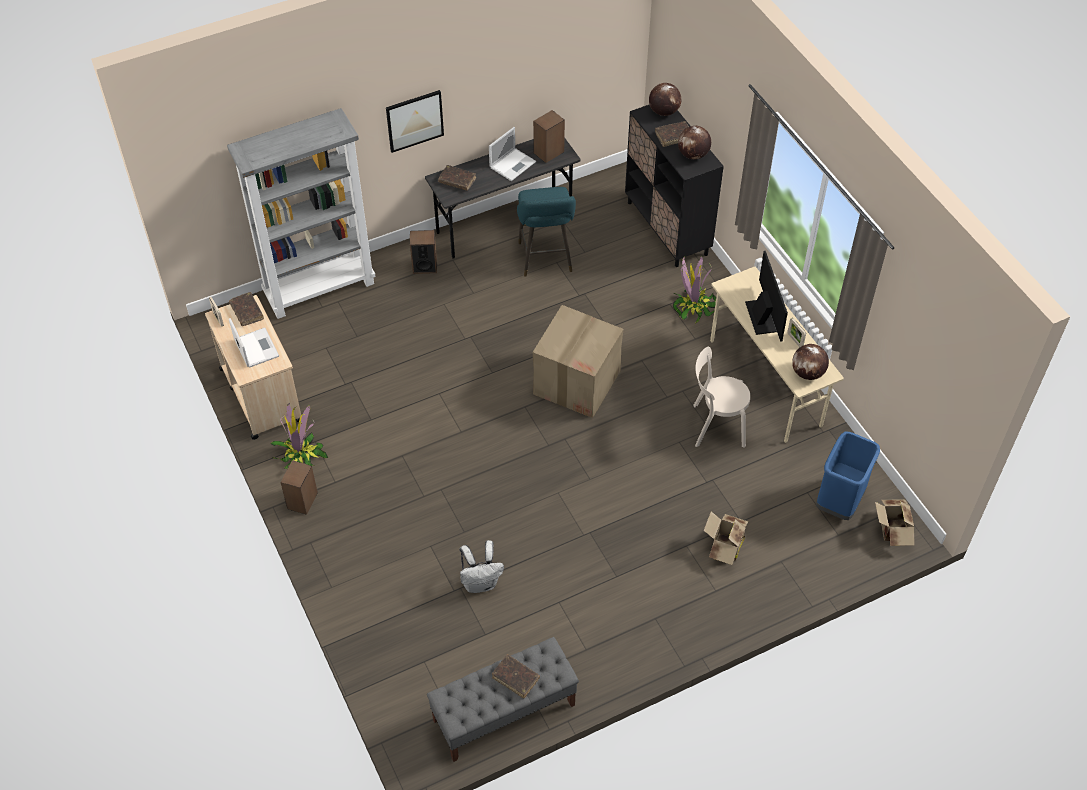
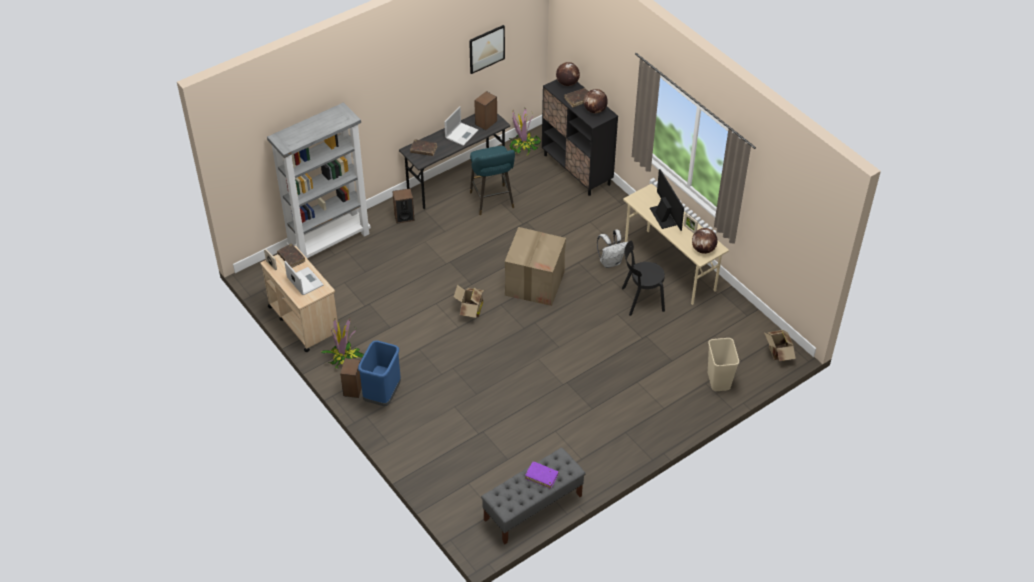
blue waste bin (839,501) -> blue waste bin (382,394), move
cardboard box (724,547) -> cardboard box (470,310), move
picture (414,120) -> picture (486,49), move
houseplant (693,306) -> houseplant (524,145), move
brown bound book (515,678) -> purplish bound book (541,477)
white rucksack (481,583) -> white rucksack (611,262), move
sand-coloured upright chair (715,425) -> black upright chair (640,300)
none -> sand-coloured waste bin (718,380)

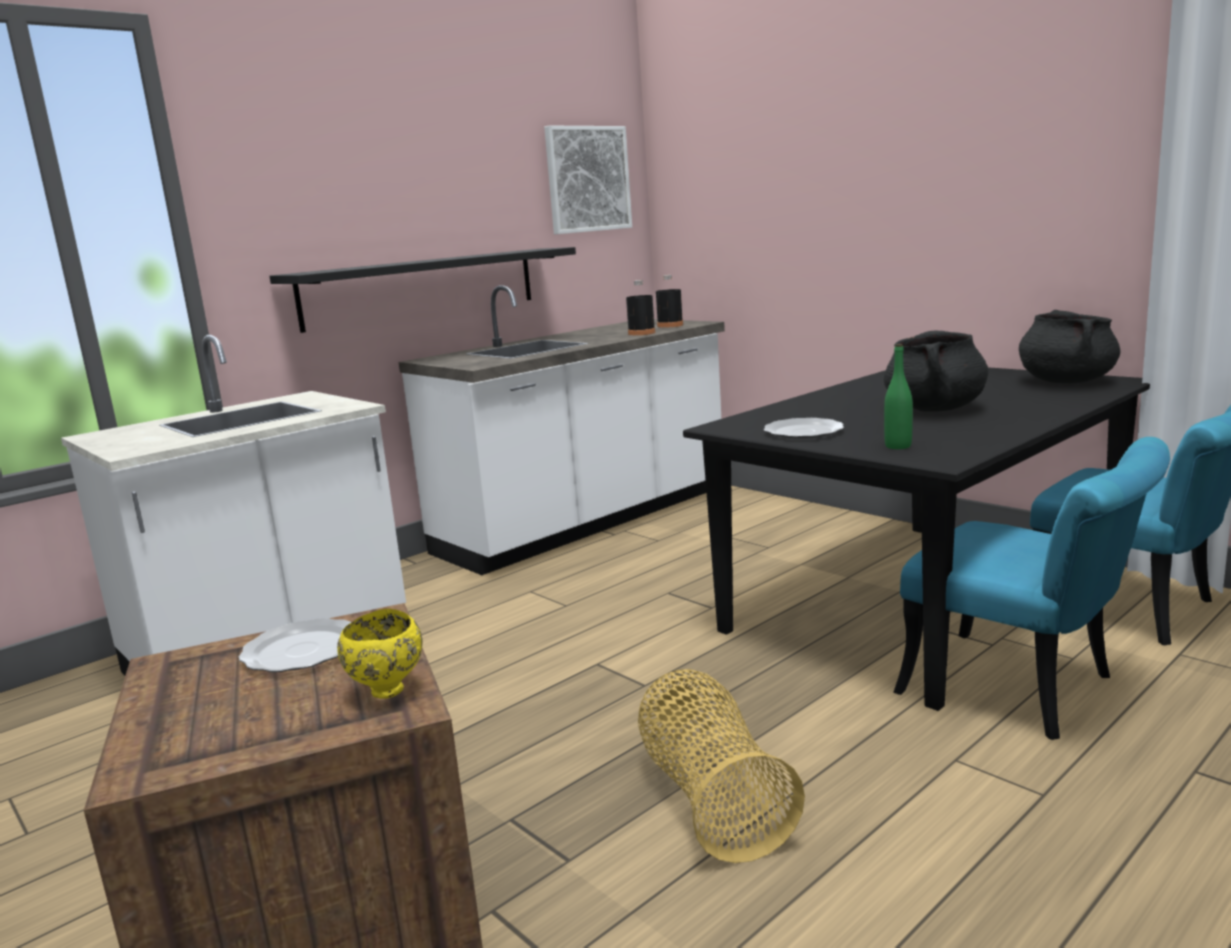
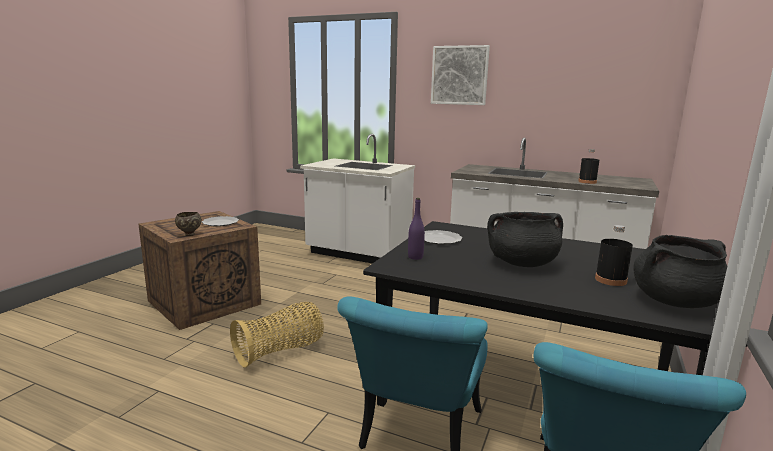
yellow-coloured deep dish (387,692) -> brown deep dish (189,234)
greenish bottle (898,446) -> purplish bottle (415,257)
picture (587,179) -> picture (459,75), move
black bottle (670,325) -> black bottle (610,280), move
black wall shelf (422,287) -> none

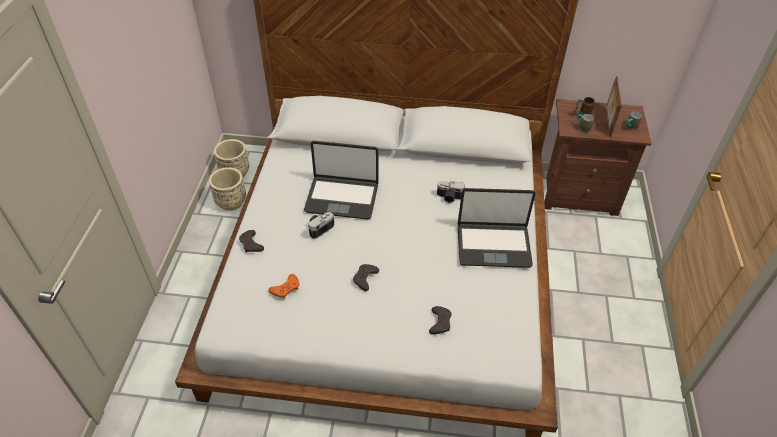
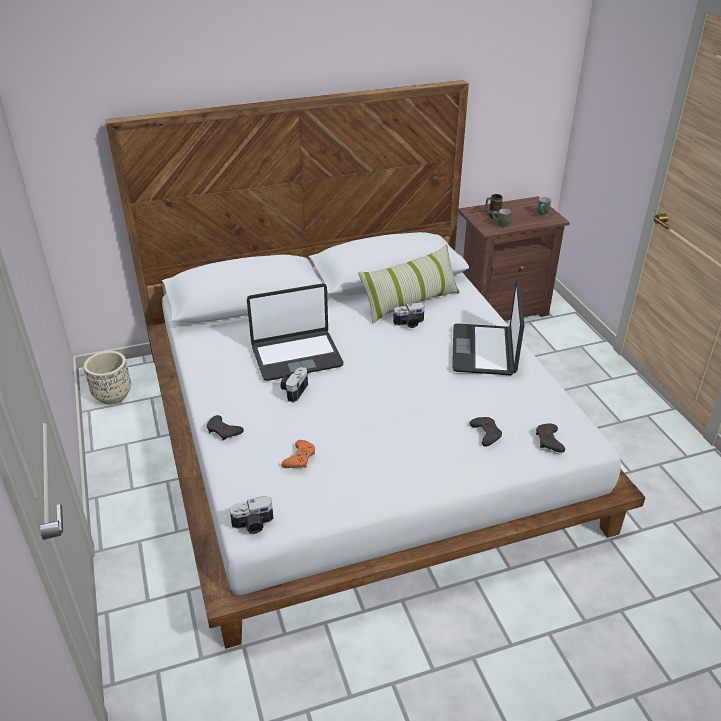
none -> photo camera (253,525)
none -> throw pillow (410,302)
notebook computer (493,245) -> notebook computer (485,351), 120 degrees clockwise
gray gamepad (365,278) -> gray gamepad (549,441), move
sand-coloured planter (231,202) -> none
picture frame (607,122) -> none

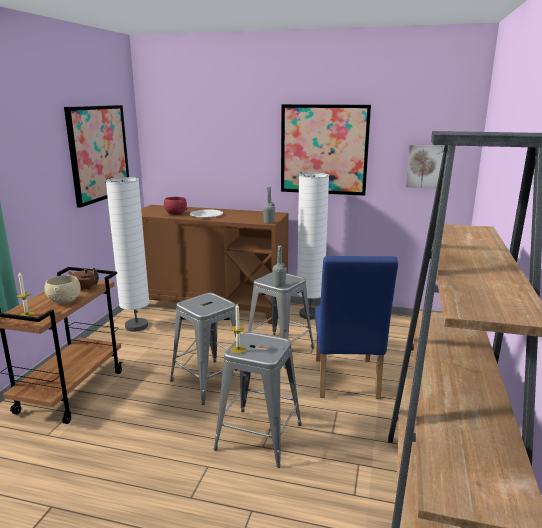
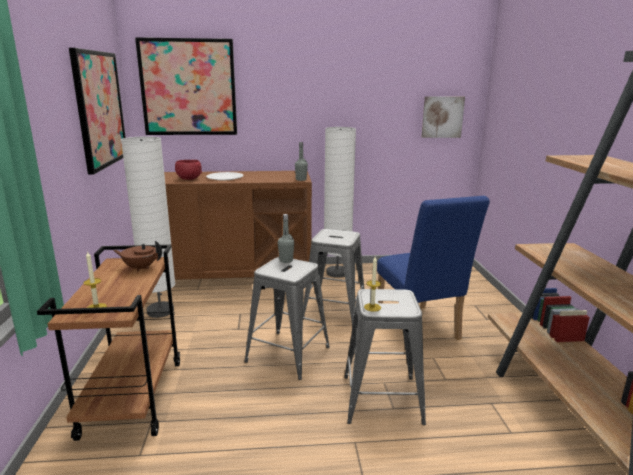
picture (324,149) -> picture (188,87), move
gray bottle (279,284) -> gray bottle (286,260), move
sand-coloured deep dish (65,301) -> none

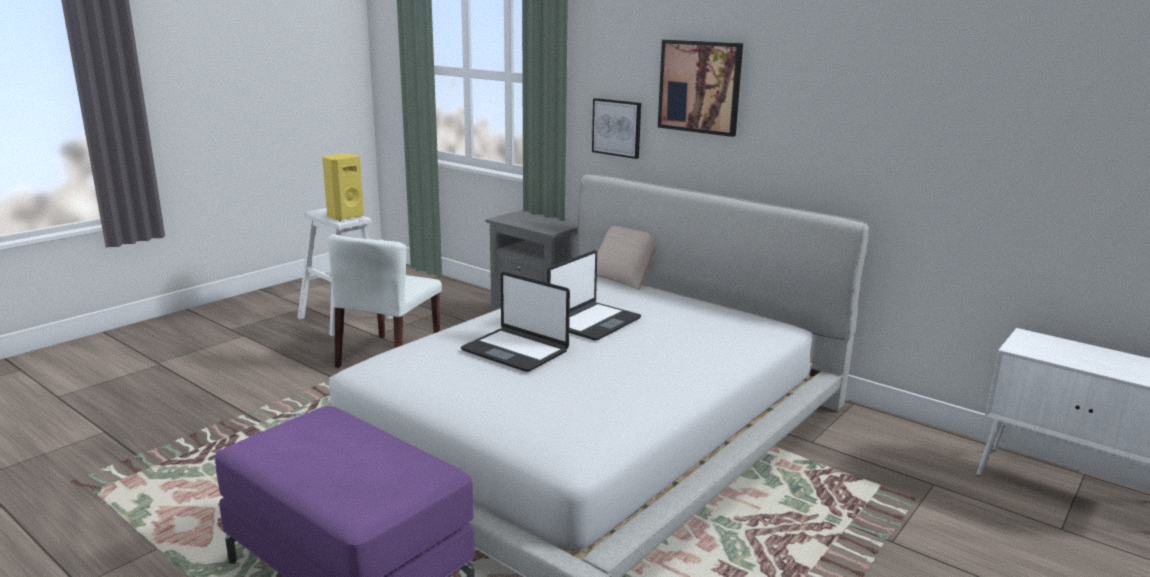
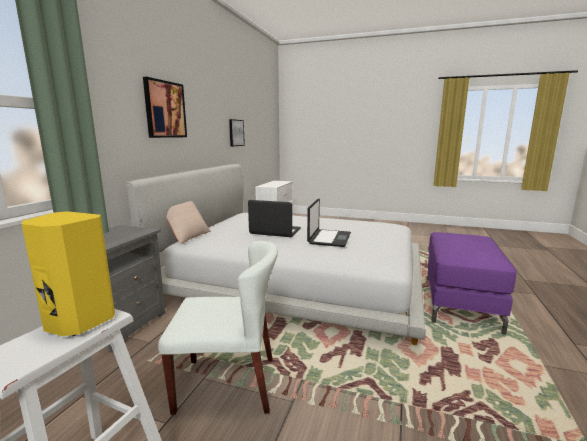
picture (617,127) -> picture (236,133), move

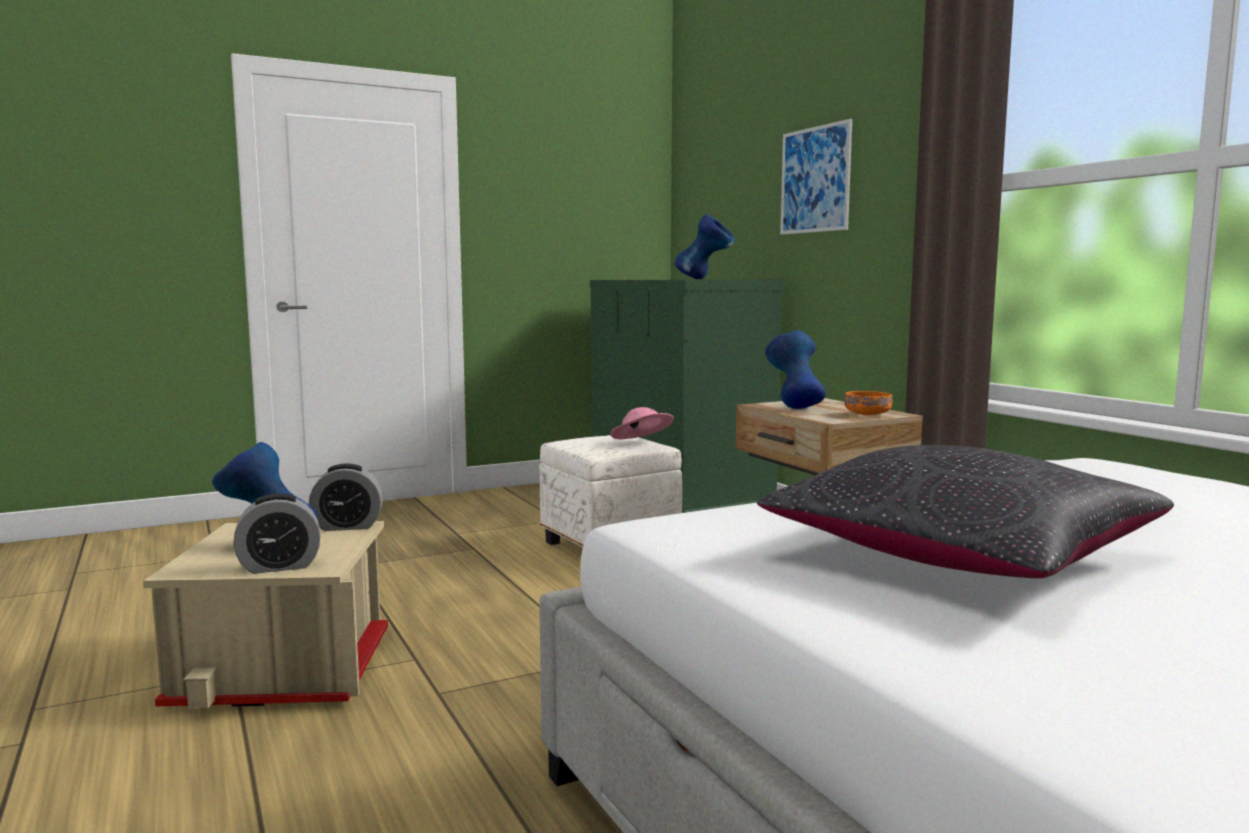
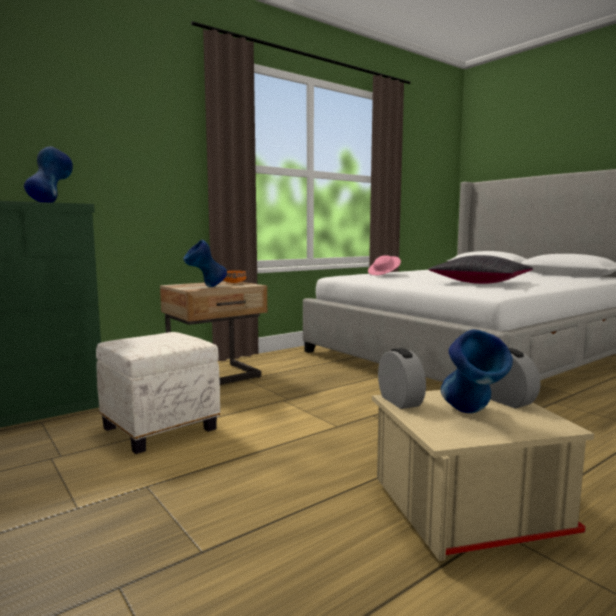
pink-coloured clothing hat (641,443) -> pink-coloured clothing hat (384,274), move
picture (815,180) -> none

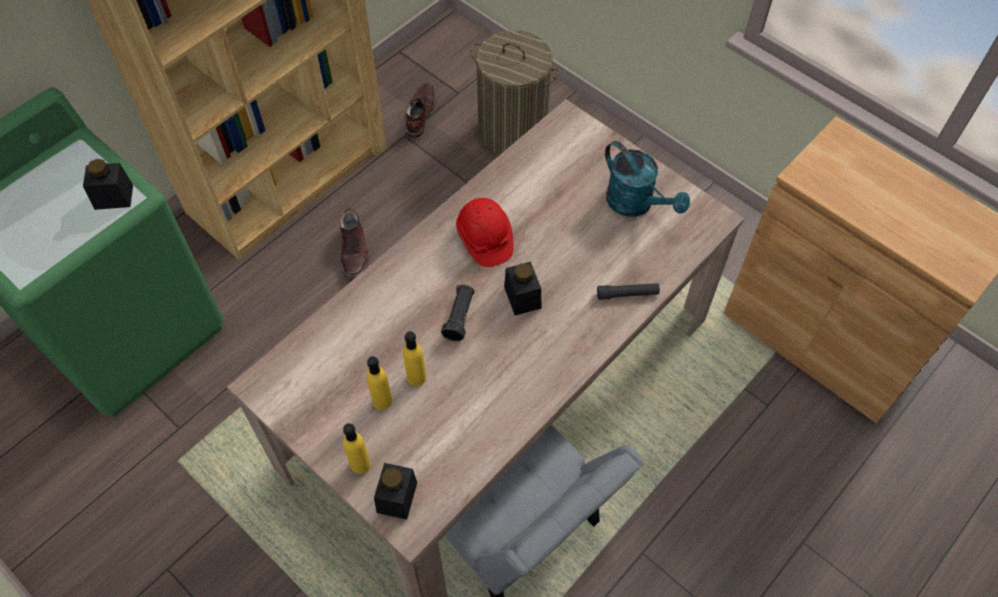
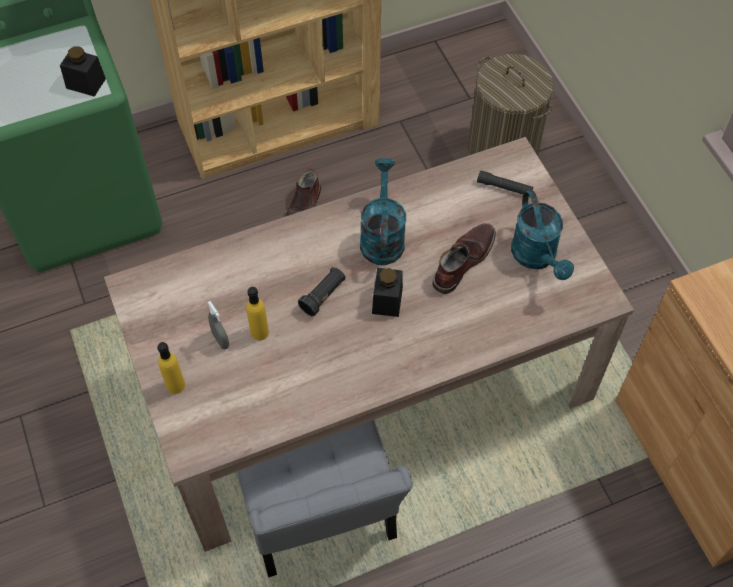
yellow-coloured bottle (382,400) -> gray spray bottle (220,340)
red hard hat (484,239) -> turquoise watering can (382,236)
brown tall boot (420,113) -> brown tall boot (462,261), move
black torch (627,294) -> black torch (504,187), move
black storage jar (397,497) -> none

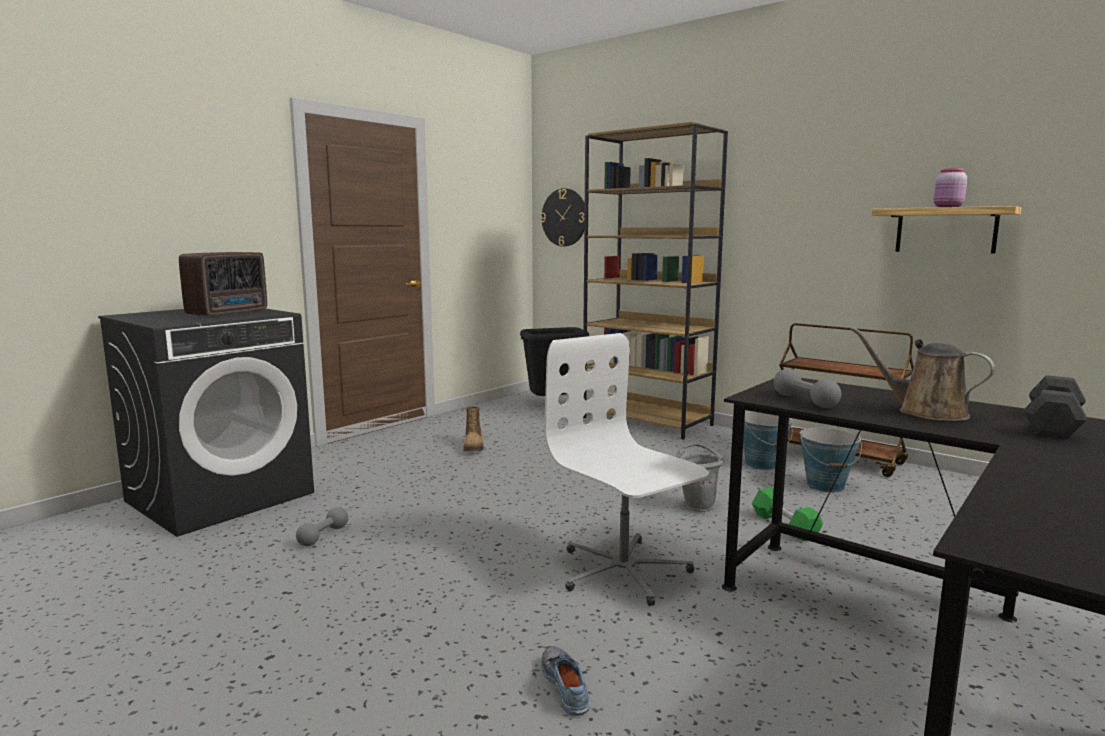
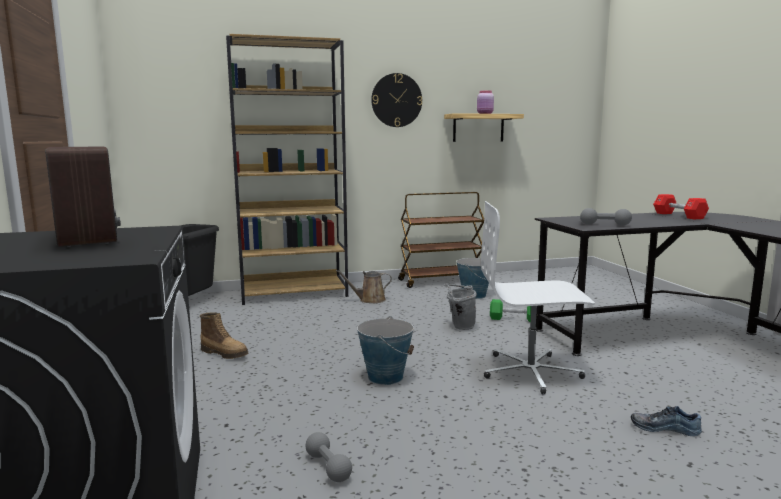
brown watering can (925,412) -> brown watering can (369,300), move
bucket (762,464) -> bucket (385,377), move
hanging clock (564,217) -> hanging clock (396,100), move
black hand weight (1052,425) -> red hand weight (679,216)

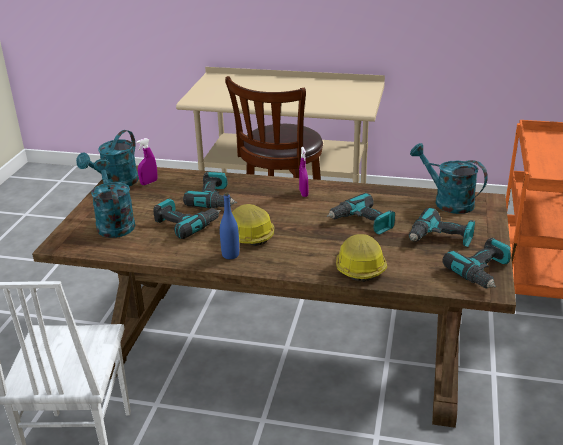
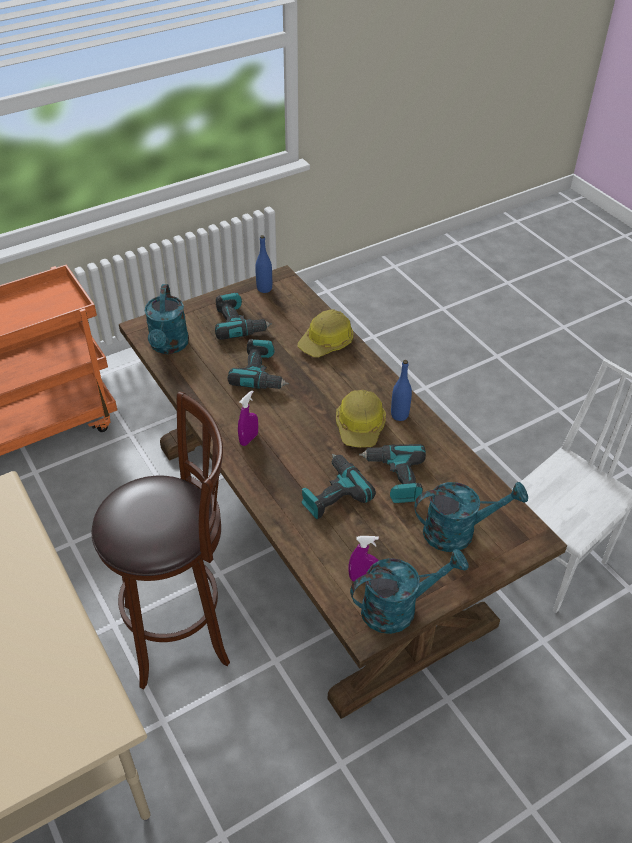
drill (483,272) -> blue bottle (264,288)
turquoise watering can (114,223) -> turquoise watering can (458,531), 120 degrees counterclockwise

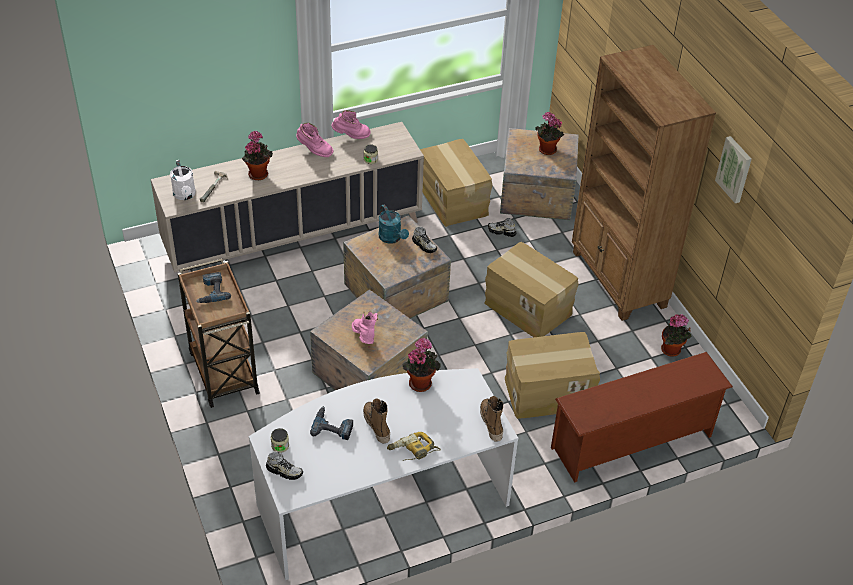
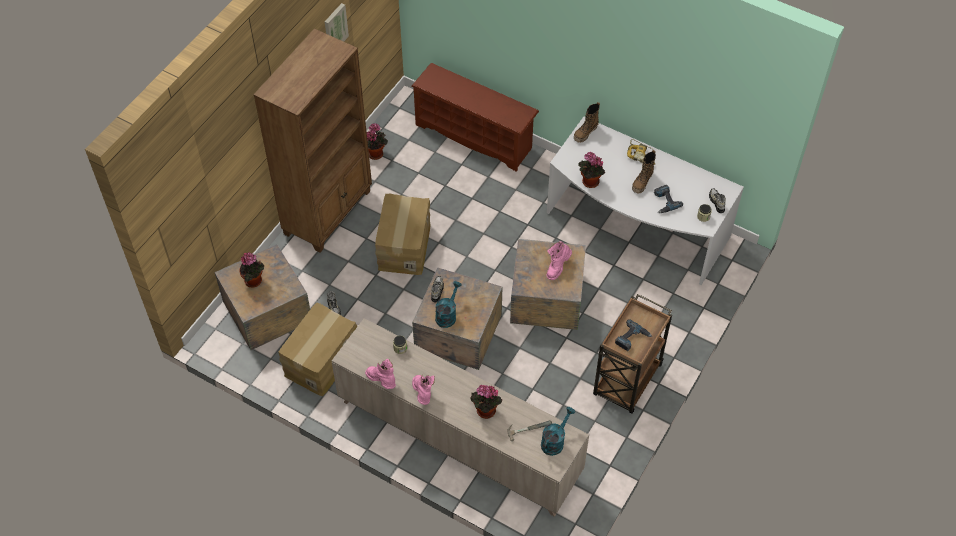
white watering can (185,195) -> turquoise watering can (555,441)
cardboard box (548,392) -> none

